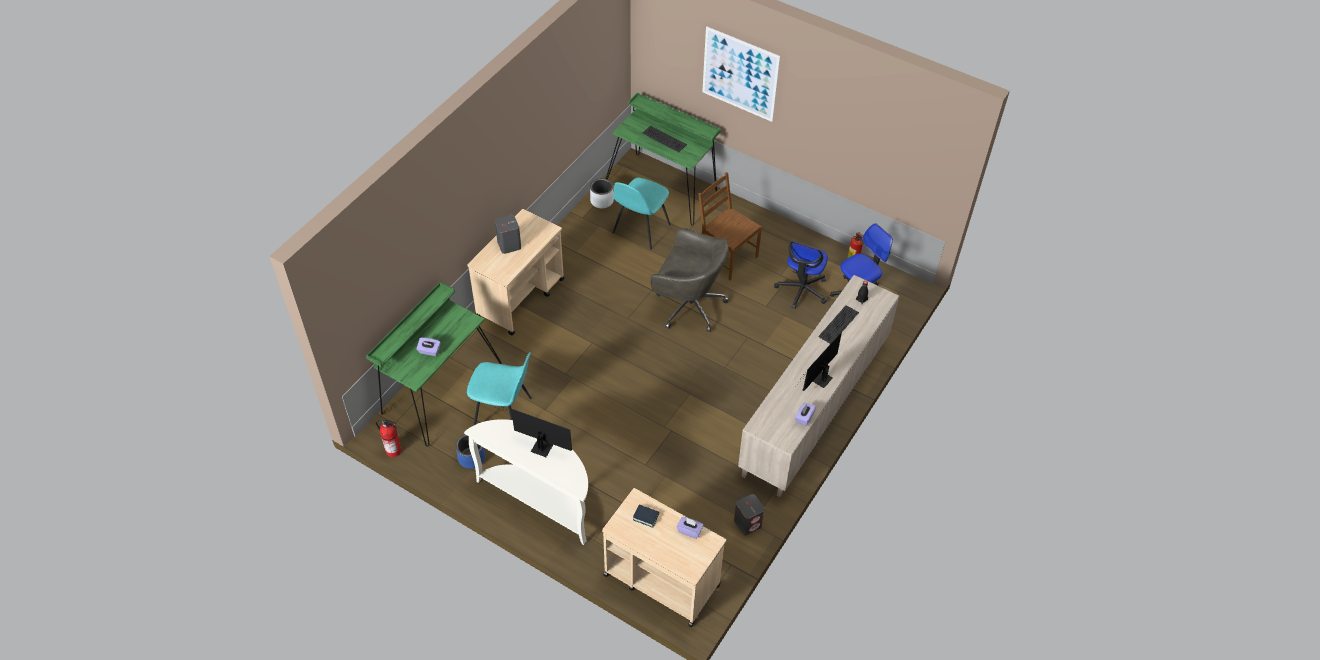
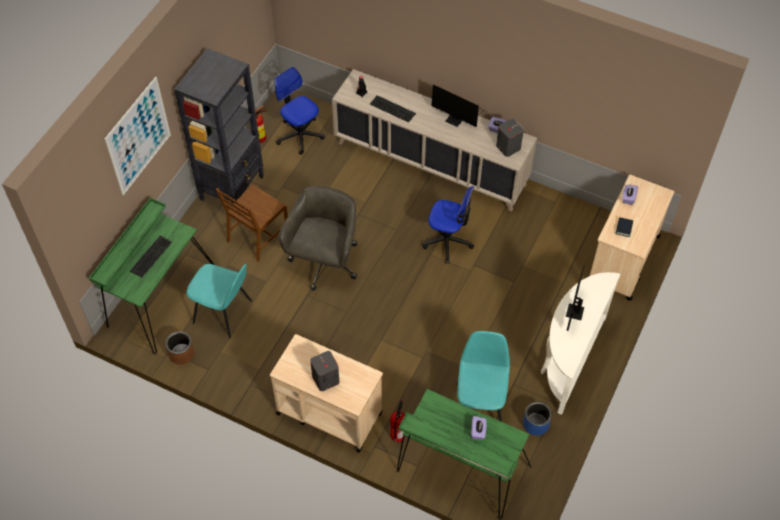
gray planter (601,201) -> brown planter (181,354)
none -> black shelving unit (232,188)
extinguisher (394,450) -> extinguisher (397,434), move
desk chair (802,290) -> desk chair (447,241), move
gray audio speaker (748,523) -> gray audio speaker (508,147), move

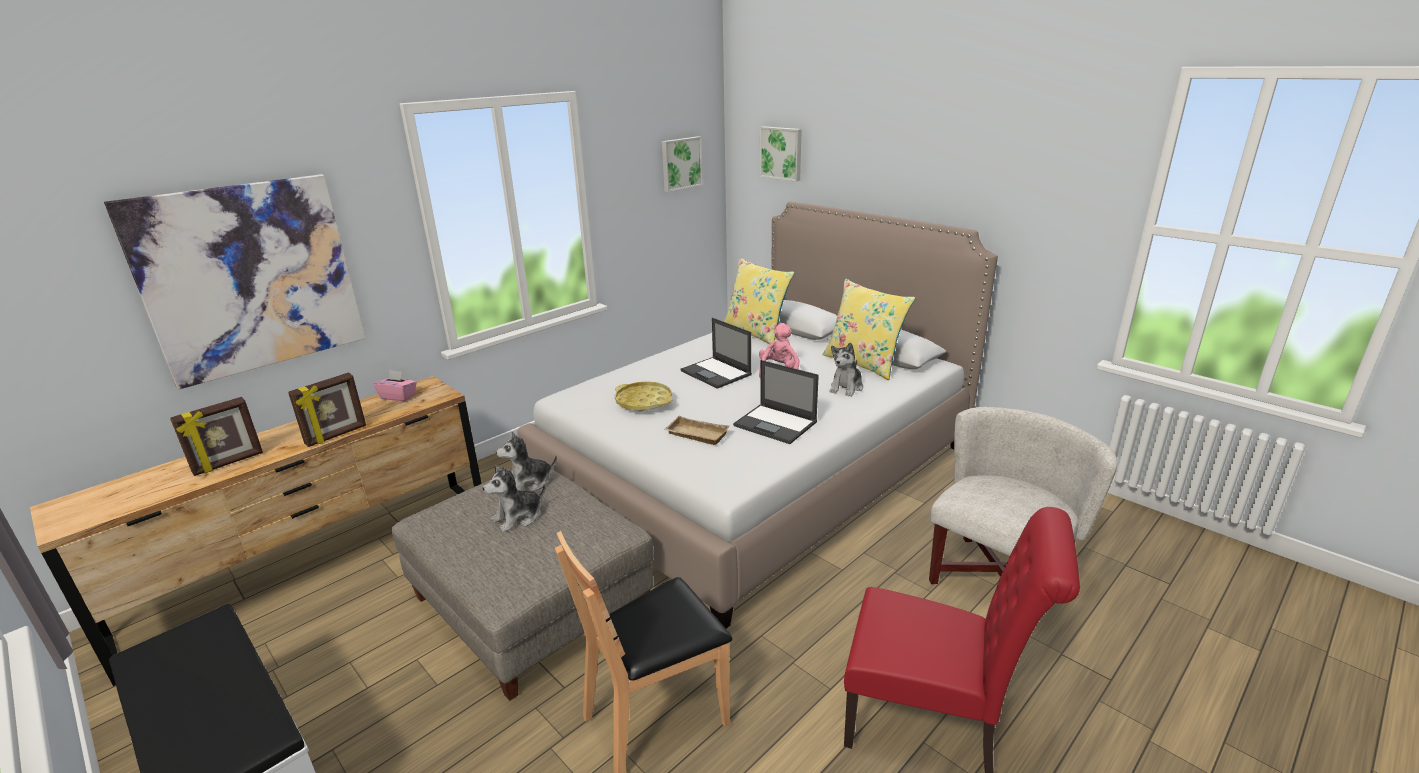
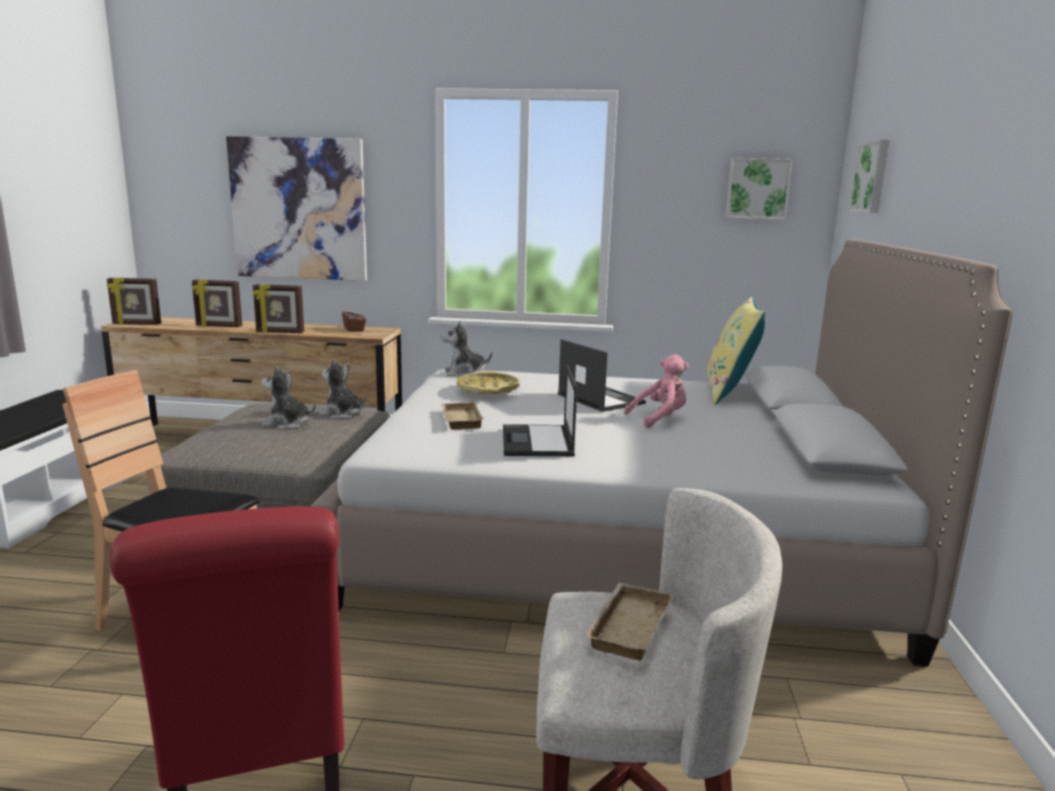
none -> picture frame (136,324)
pink-coloured tissue box (398,396) -> brown tissue box (354,329)
soft toy (846,388) -> soft toy (464,373), move
notebook computer (716,373) -> notebook computer (599,398), 135 degrees clockwise
none -> sand-coloured tray (627,625)
yellow-coloured throw pillow (863,363) -> none

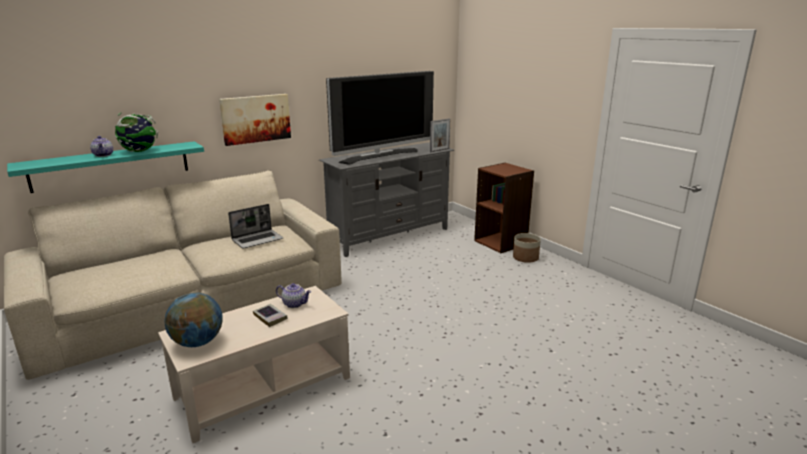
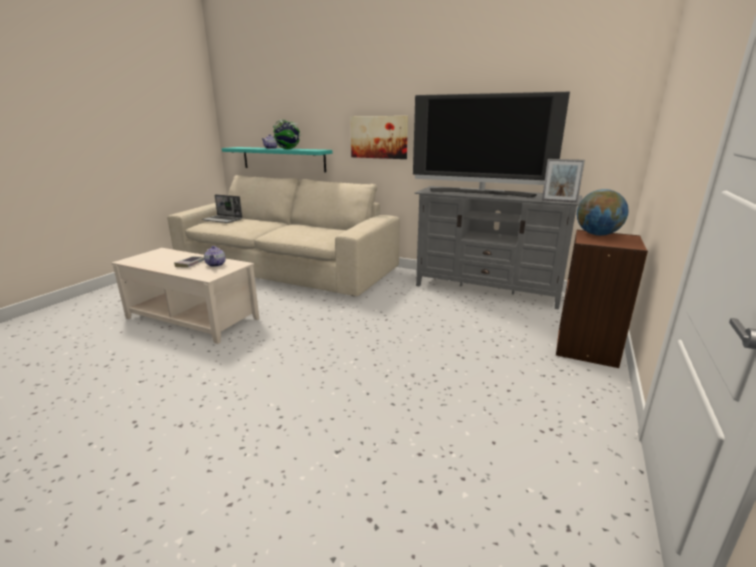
notebook computer (258,240) -> notebook computer (223,220), move
globe (197,342) -> globe (597,234), move
planter (525,258) -> none

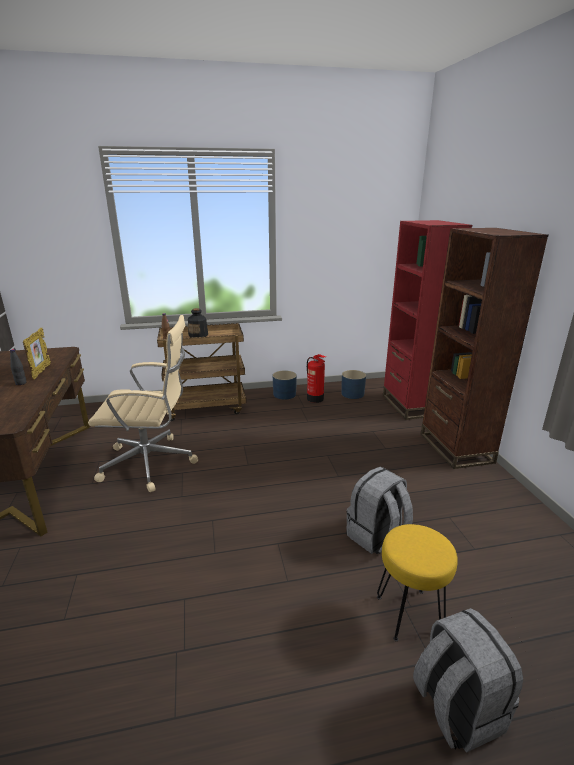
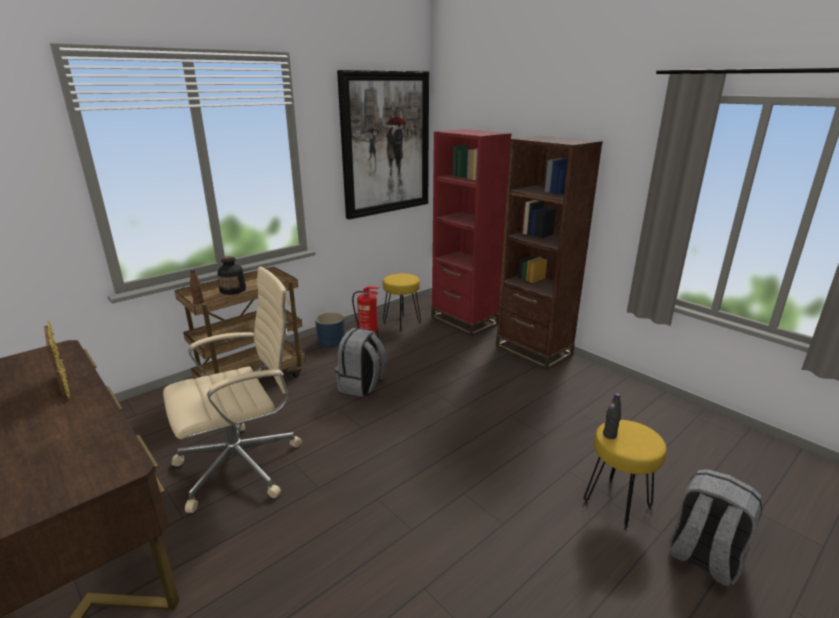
gray rucksack (376,536) -> gray rucksack (362,386), move
none -> picture (386,144)
blue planter (352,394) -> yellow-coloured stool (401,323)
black bottle (21,383) -> black bottle (609,435), move

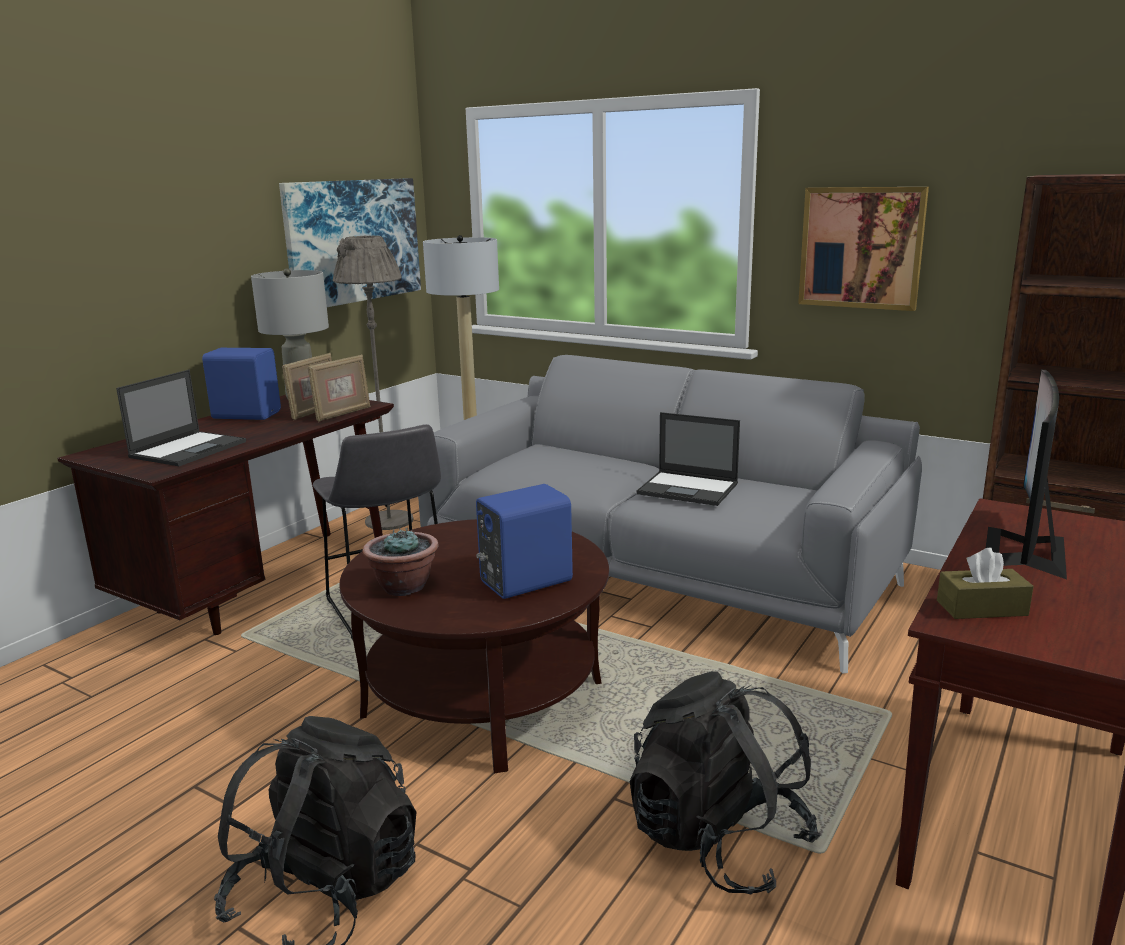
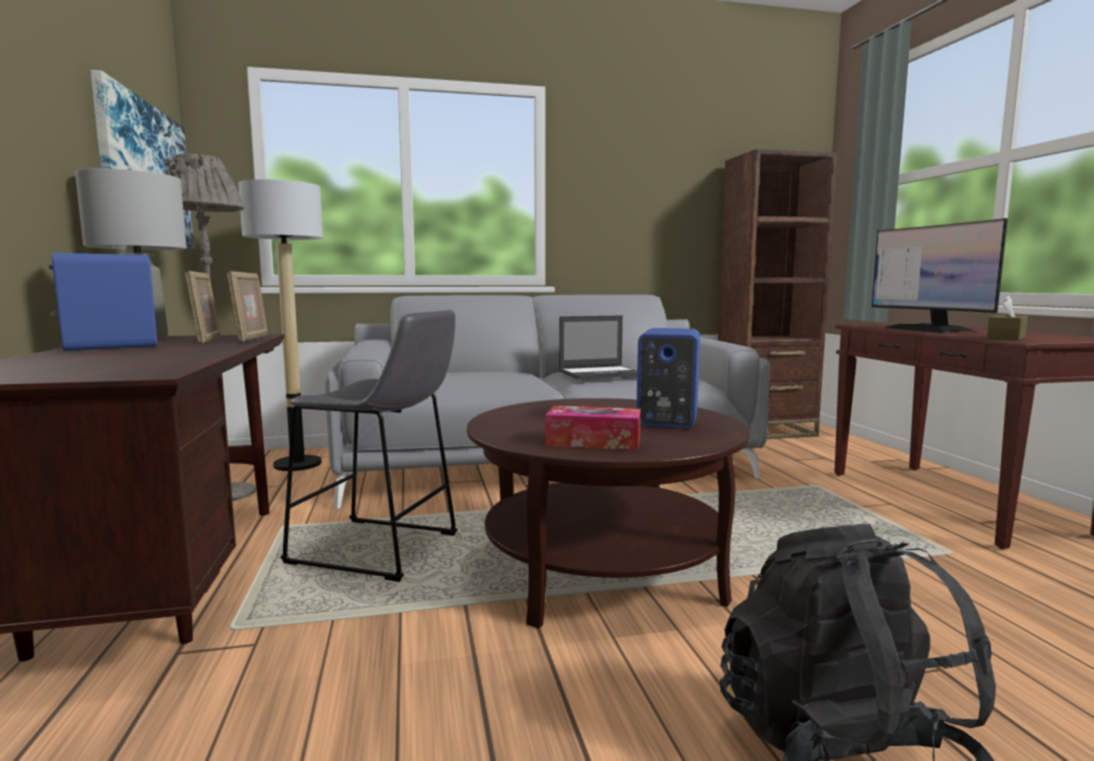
houseplant (403,587) -> tissue box (593,441)
notebook computer (189,449) -> none
black rucksack (717,841) -> none
picture (861,247) -> none

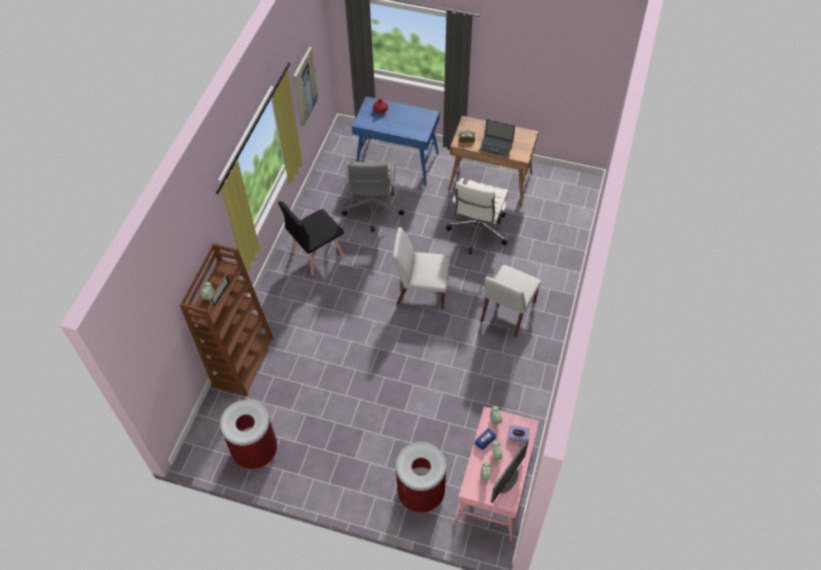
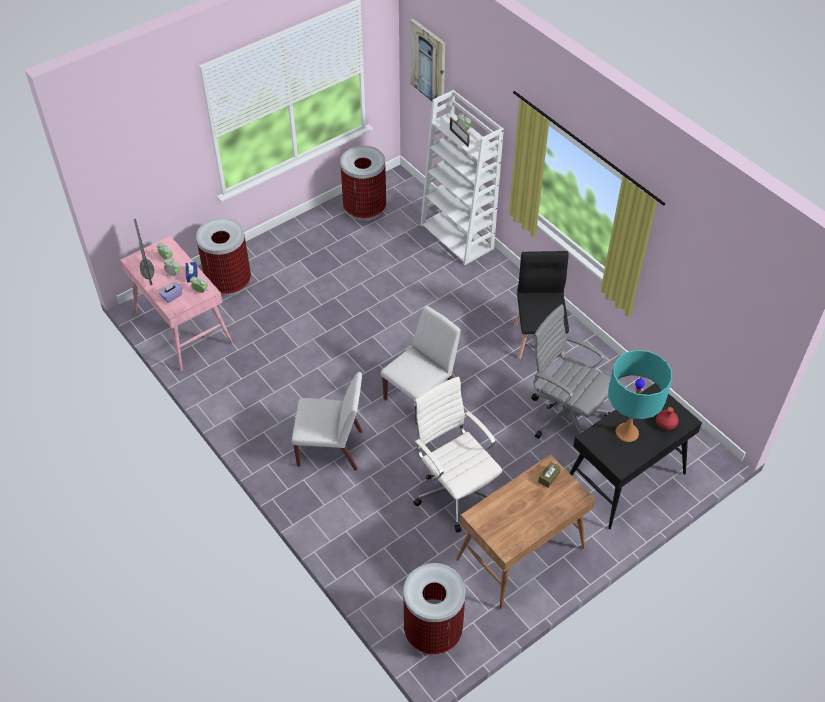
white upright chair (507,312) -> white upright chair (331,448), 120 degrees clockwise
none -> waste bin (433,632)
picture (304,86) -> picture (428,63), move
brown shelving unit (243,361) -> white shelving unit (457,237)
blue desk table (397,161) -> black desk table (624,479)
none -> turquoise table lamp (627,432)
notebook computer (496,146) -> none

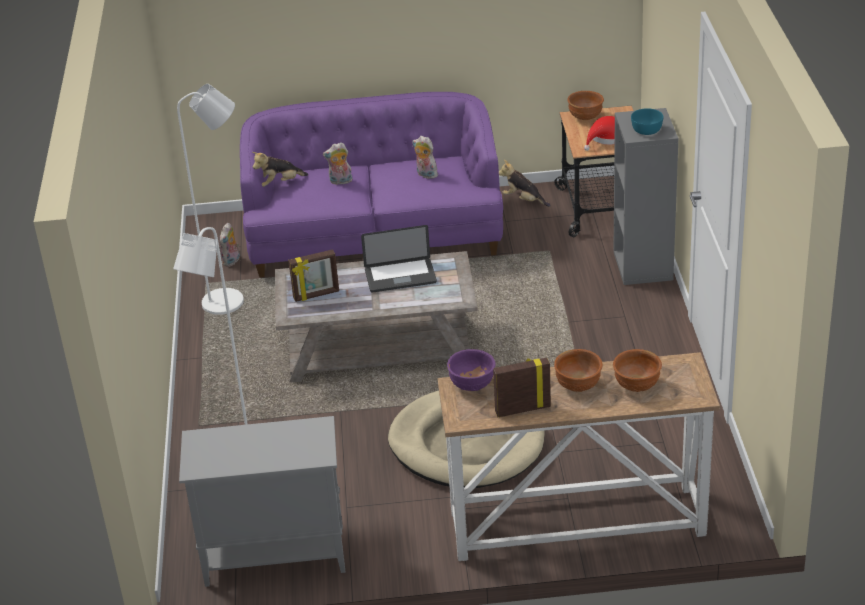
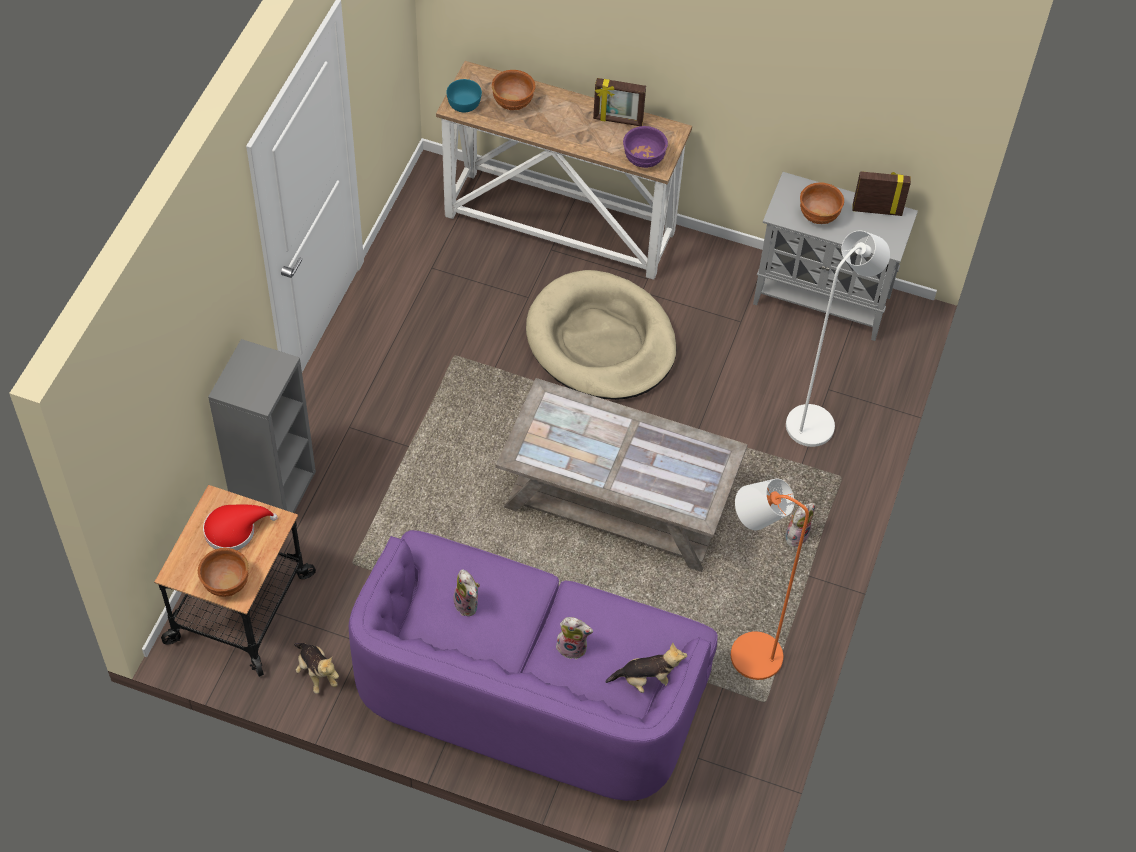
turquoise deep dish (647,130) -> turquoise deep dish (463,103), move
white standing lamp (231,302) -> orange-coloured standing lamp (746,653)
soft toy (232,261) -> soft toy (796,535), move
brown deep dish (578,386) -> brown deep dish (818,215), move
picture frame (316,295) -> picture frame (877,210), move
notebook computer (400,277) -> none

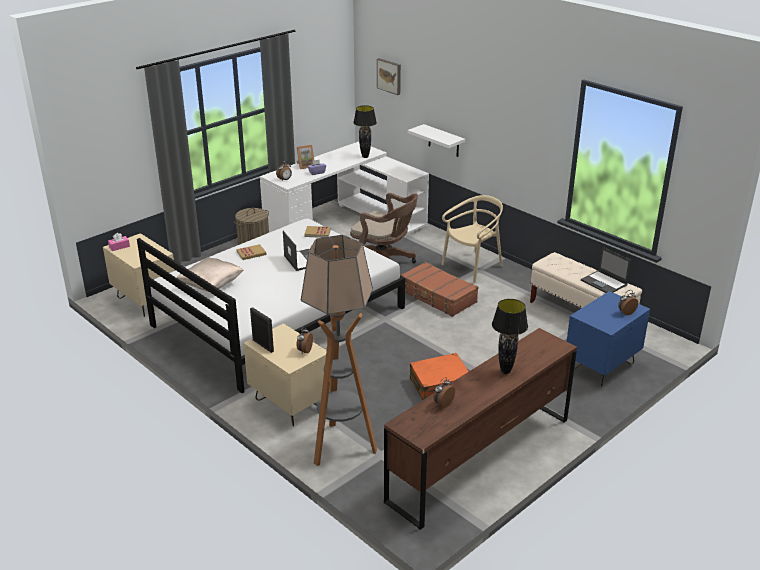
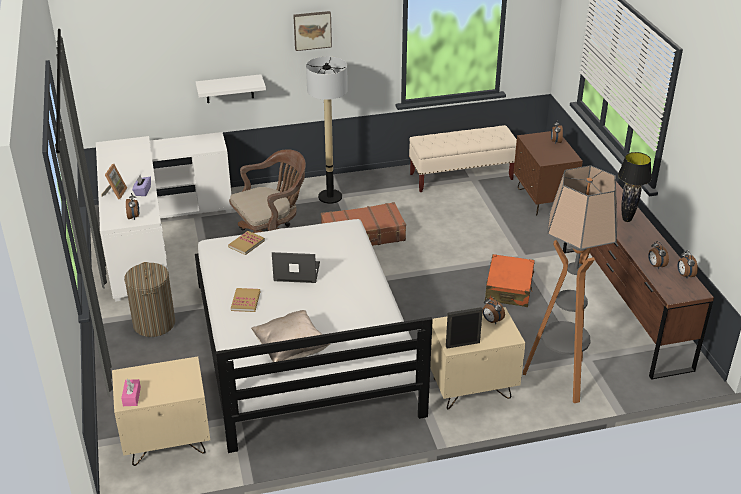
picture (389,76) -> picture (312,30), move
sand-coloured upright chair (472,267) -> standing lamp (330,197)
blue nightstand (601,367) -> brown nightstand (543,200)
none -> table clock (684,275)
black table lamp (365,156) -> none
notebook computer (604,283) -> none

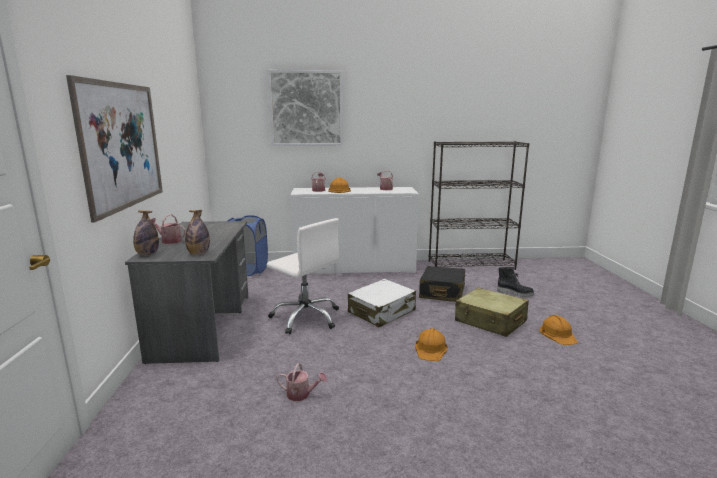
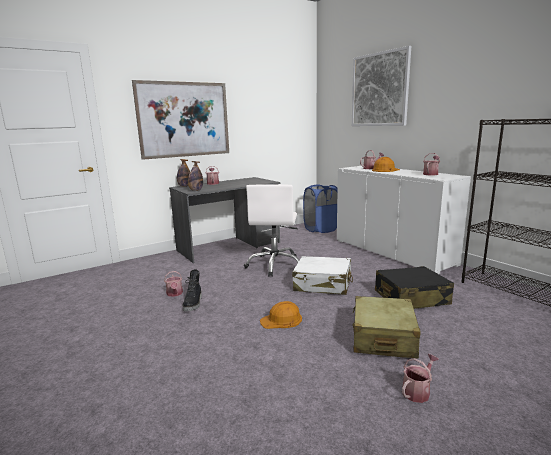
black tall boot (515,293) -> black tall boot (193,304), move
orange-coloured hard hat (558,334) -> watering can (417,391)

